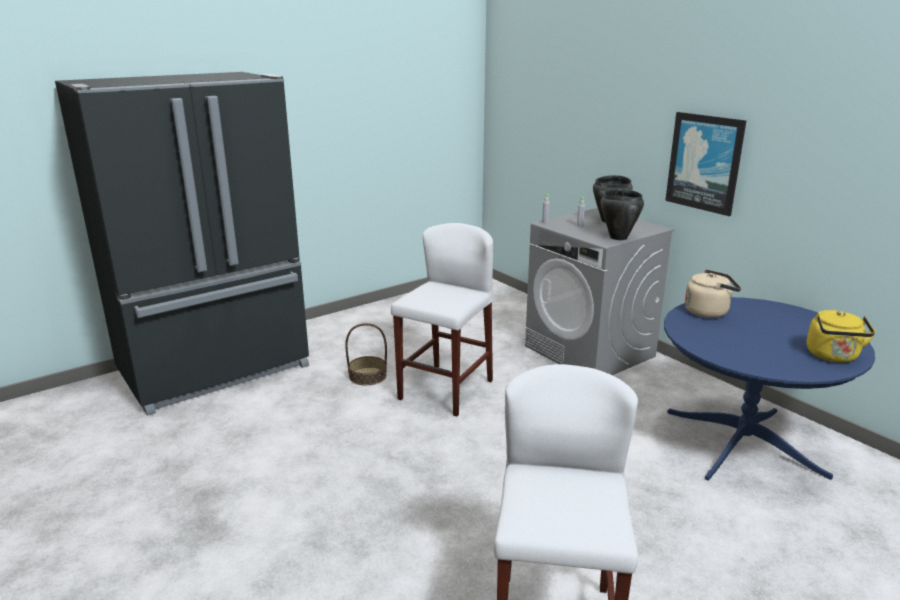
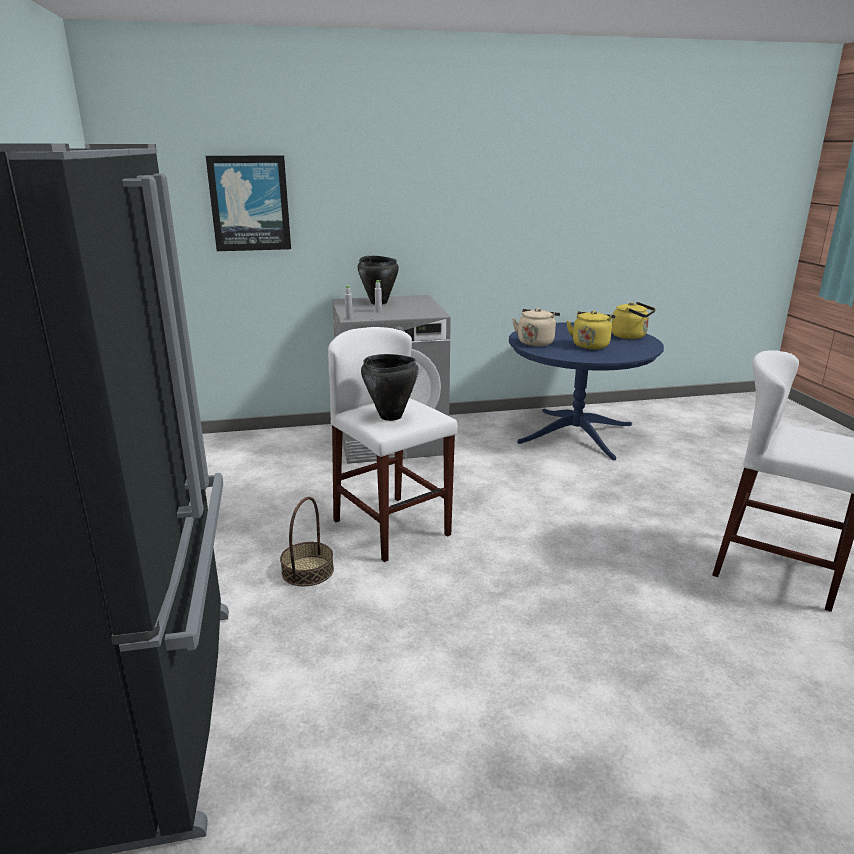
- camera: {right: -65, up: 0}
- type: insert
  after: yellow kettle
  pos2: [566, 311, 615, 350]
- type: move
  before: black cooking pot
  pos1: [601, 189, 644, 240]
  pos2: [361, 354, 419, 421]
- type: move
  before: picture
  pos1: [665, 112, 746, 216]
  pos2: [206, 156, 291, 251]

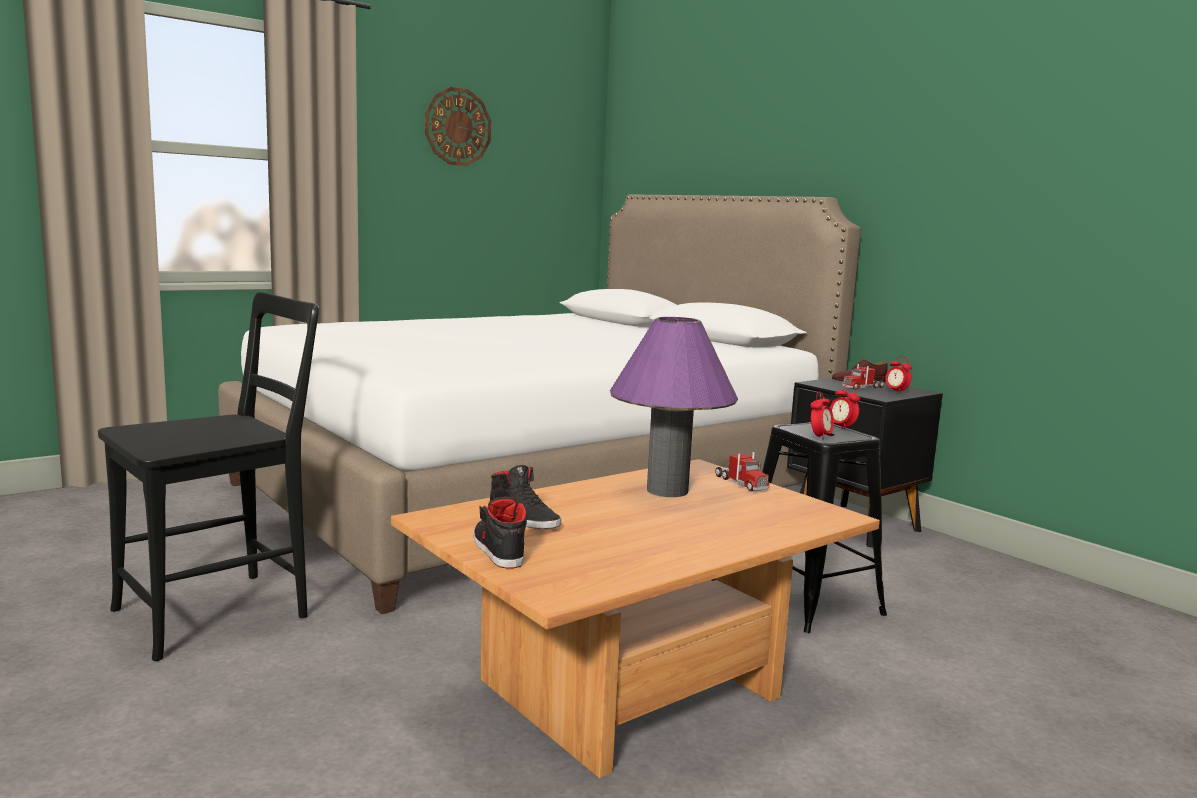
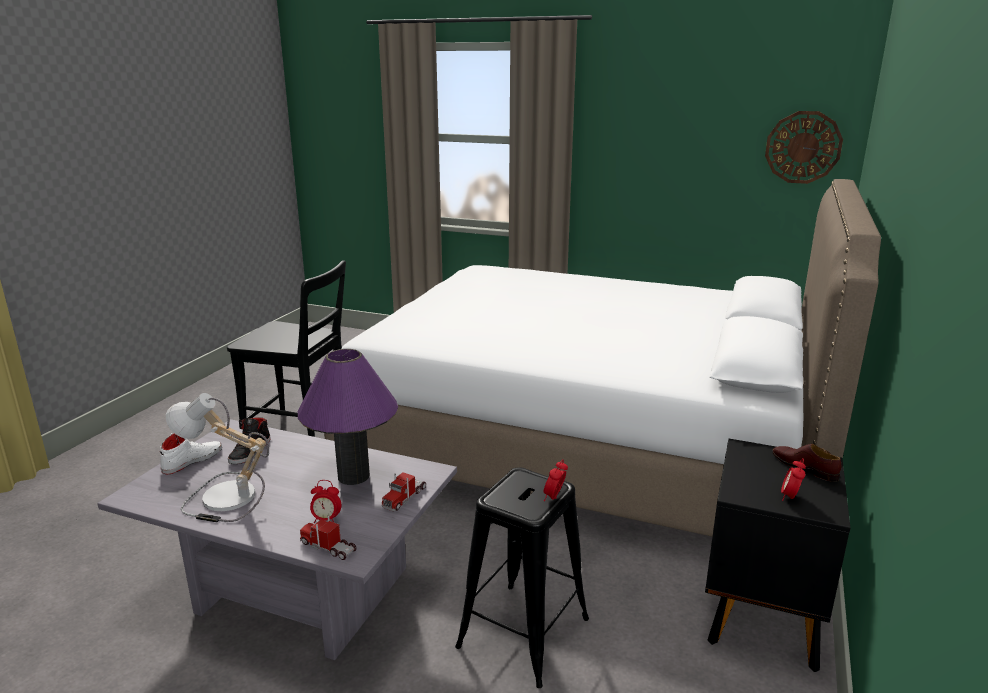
- camera: {right: 60, up: 10}
- type: insert
  after: table lamp
  pos2: [166, 393, 269, 522]
- type: move
  before: wall clock
  pos1: [425, 87, 491, 166]
  pos2: [765, 111, 843, 184]
- type: move
  before: alarm clock
  pos1: [810, 391, 834, 440]
  pos2: [310, 480, 341, 523]
- type: move
  before: toy truck
  pos1: [842, 364, 884, 390]
  pos2: [300, 516, 357, 560]
- type: recolor
  before: brown coffee table
  after: grey coffee table
  pos1: [391, 459, 880, 779]
  pos2: [97, 419, 457, 660]
- type: recolor
  before: black shoe
  after: white shoe
  pos1: [473, 497, 527, 569]
  pos2: [160, 433, 222, 474]

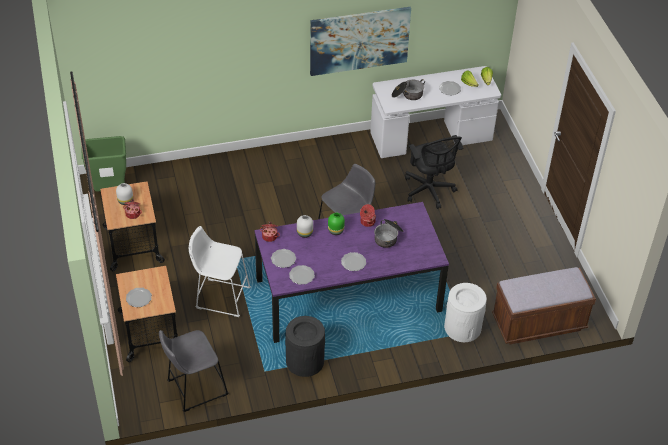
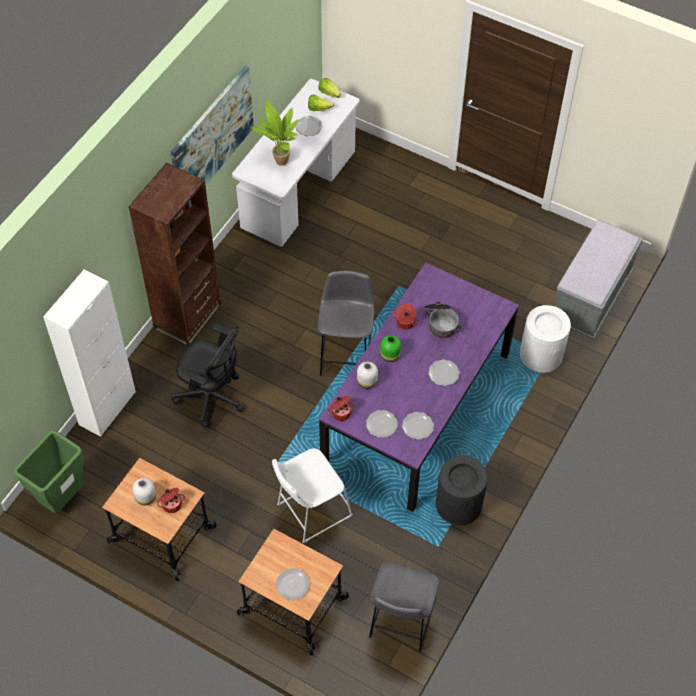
- camera: {right: -45, up: 10}
- type: insert
  after: white cabinet
  pos2: [43, 269, 136, 437]
- type: insert
  after: brown bookcase
  pos2: [129, 163, 221, 347]
- type: move
  before: black office chair
  pos1: [405, 135, 463, 209]
  pos2: [171, 323, 244, 428]
- type: replace
  before: cooking pot
  after: potted plant
  pos1: [392, 79, 425, 100]
  pos2: [251, 100, 298, 166]
- type: recolor
  before: brown bench
  after: grey bench
  pos1: [492, 267, 596, 344]
  pos2: [555, 220, 643, 339]

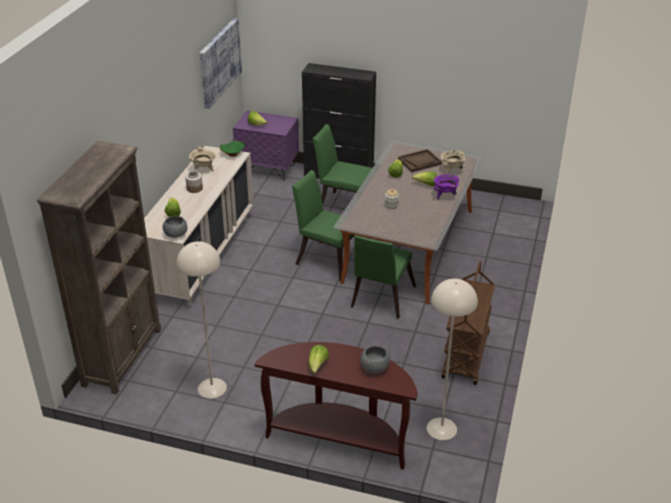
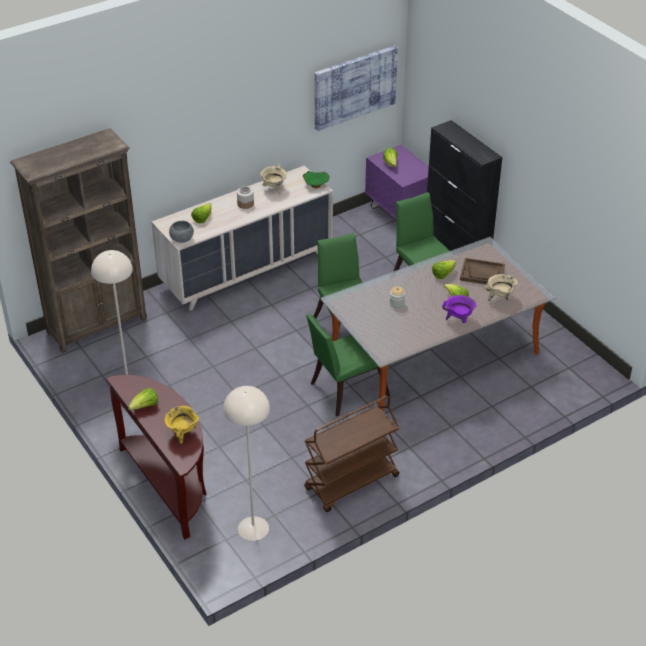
- camera: {right: 40, up: 5}
- type: replace
  before: grey bowl
  after: yellow cooking pot
  pos1: [360, 346, 390, 374]
  pos2: [165, 406, 199, 445]

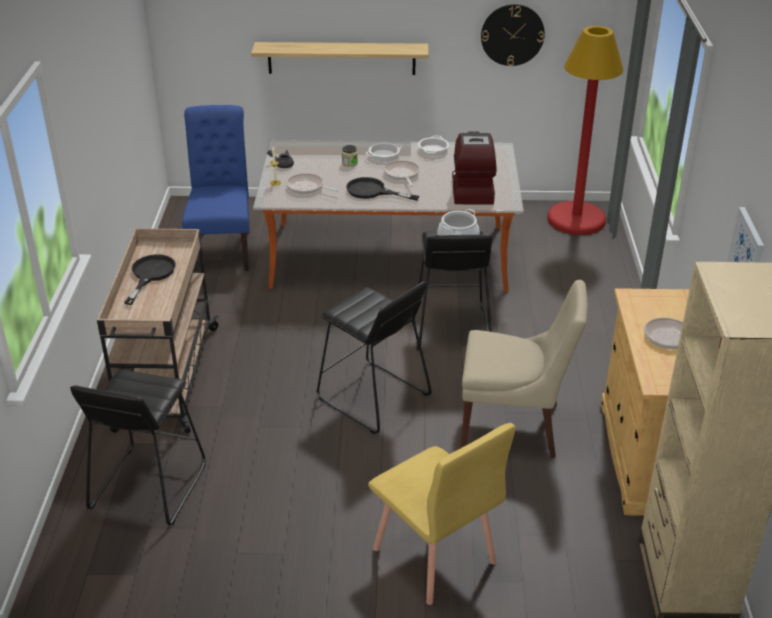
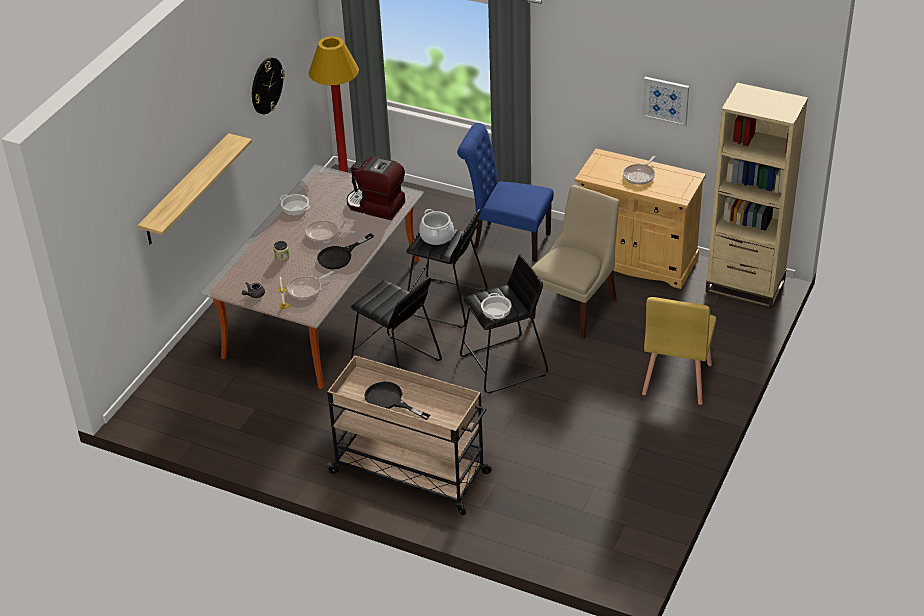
- camera: {right: -65, up: 5}
- type: move
  before: black stool
  pos1: [70, 369, 205, 525]
  pos2: [351, 277, 442, 368]
- type: move
  before: blue chair
  pos1: [182, 105, 250, 271]
  pos2: [457, 123, 554, 262]
- type: move
  before: cooking pot
  pos1: [365, 143, 402, 162]
  pos2: [481, 293, 512, 319]
- type: rotate
  before: yellow chair
  pos1: [368, 423, 515, 605]
  pos2: [642, 297, 716, 405]
  turn: 120

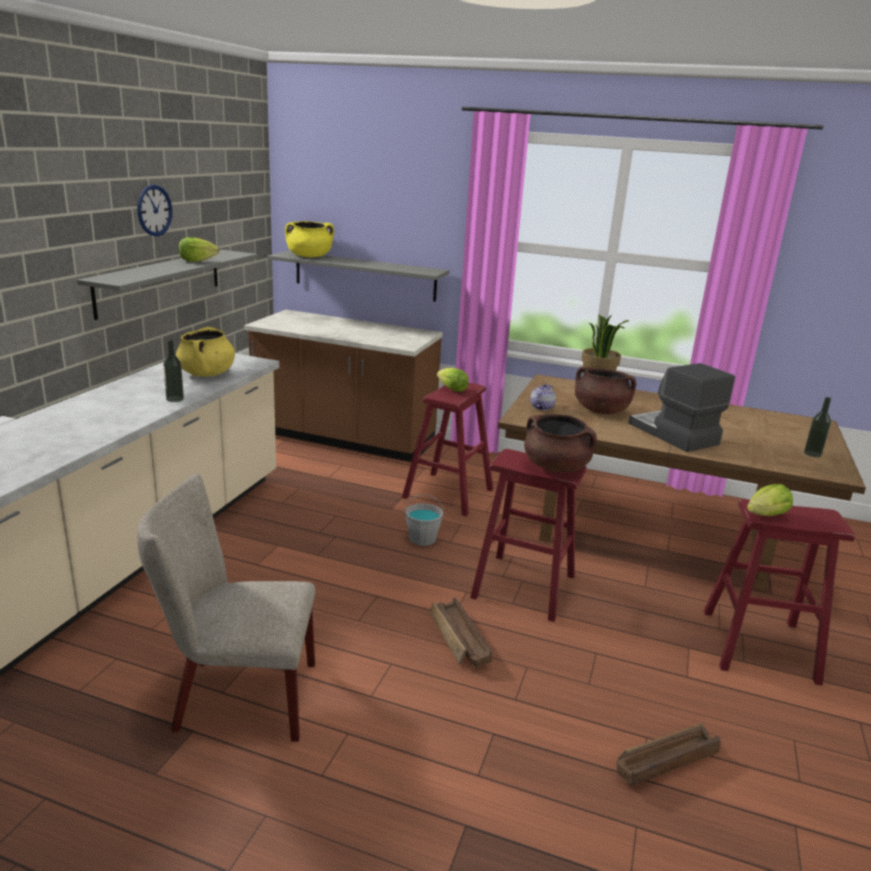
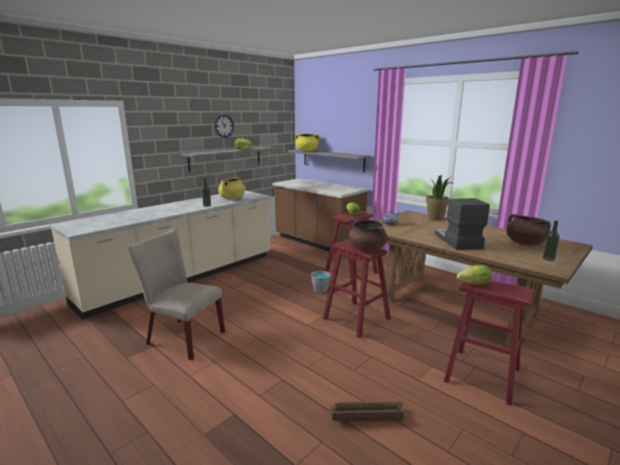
- camera: {right: 25, up: -5}
- type: delete
  before: crate
  pos1: [429, 597, 492, 667]
- type: move
  before: brown cooking pot
  pos1: [575, 367, 636, 414]
  pos2: [506, 214, 551, 246]

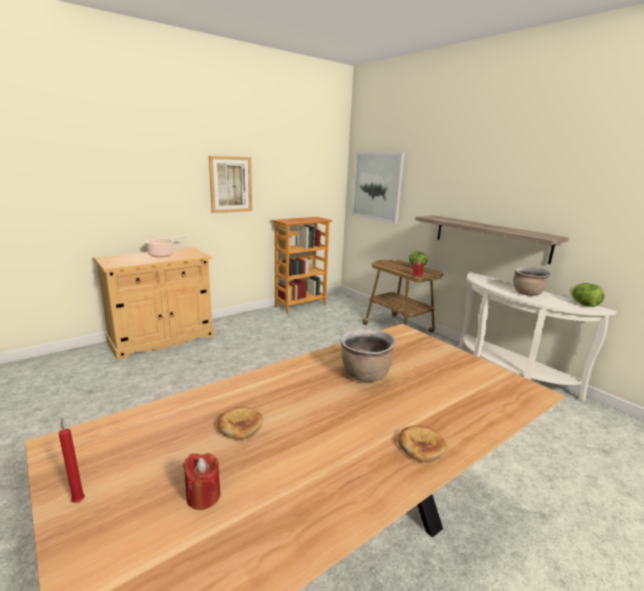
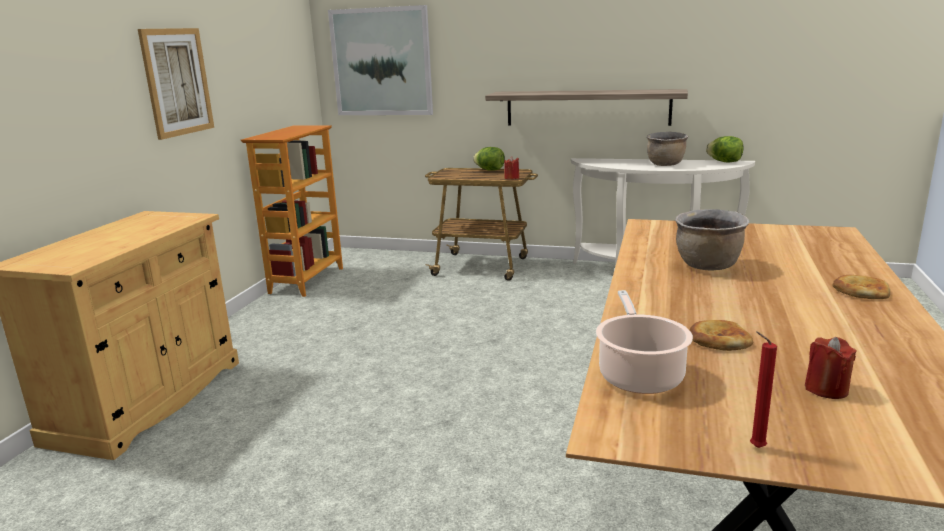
- camera: {right: -35, up: 0}
- type: move
  before: cooking pot
  pos1: [146, 236, 186, 257]
  pos2: [596, 290, 693, 394]

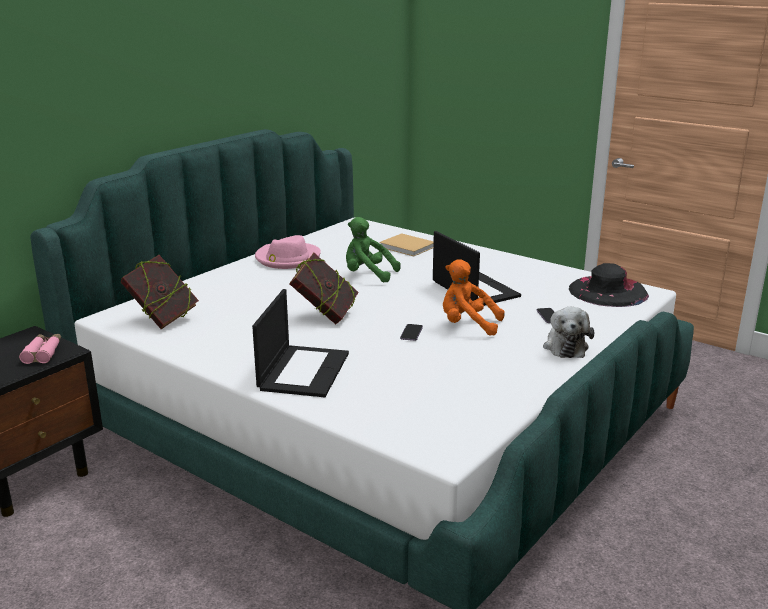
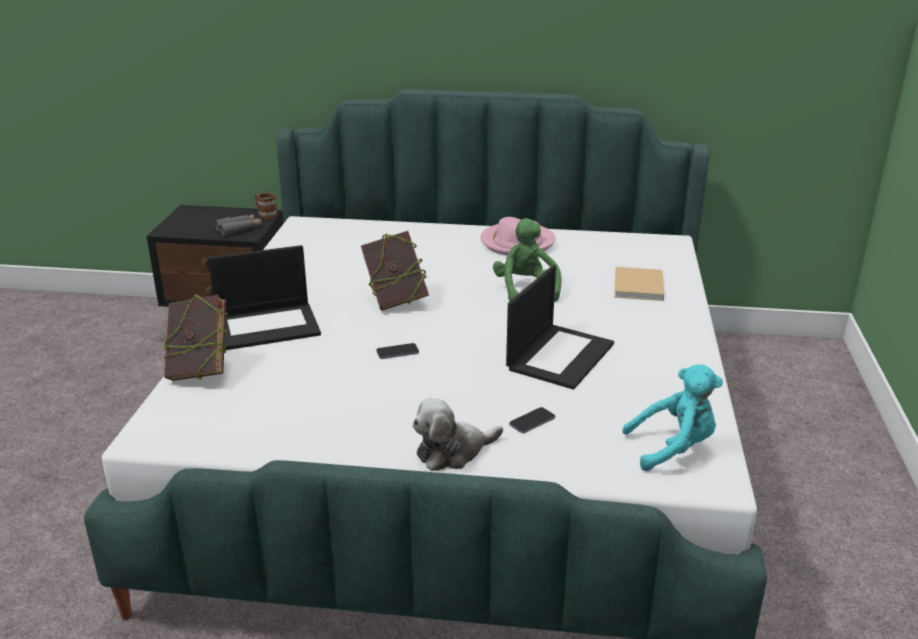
- camera: {right: 60, up: 5}
- type: delete
  before: orange plush toy
  pos1: [443, 259, 505, 336]
- type: insert
  after: mug
  pos2: [255, 193, 277, 219]
- type: move
  before: book
  pos1: [121, 255, 199, 329]
  pos2: [163, 294, 227, 381]
- type: replace
  before: black hat
  after: turquoise plush toy
  pos1: [569, 263, 649, 307]
  pos2: [622, 364, 723, 471]
- type: recolor
  before: pink binoculars
  after: grey binoculars
  pos1: [19, 334, 61, 364]
  pos2: [215, 214, 262, 236]

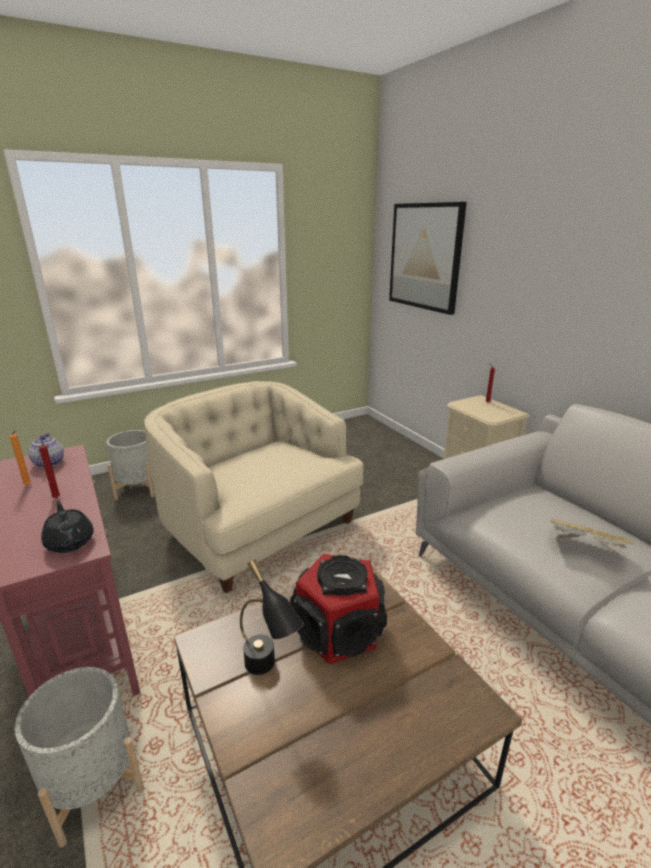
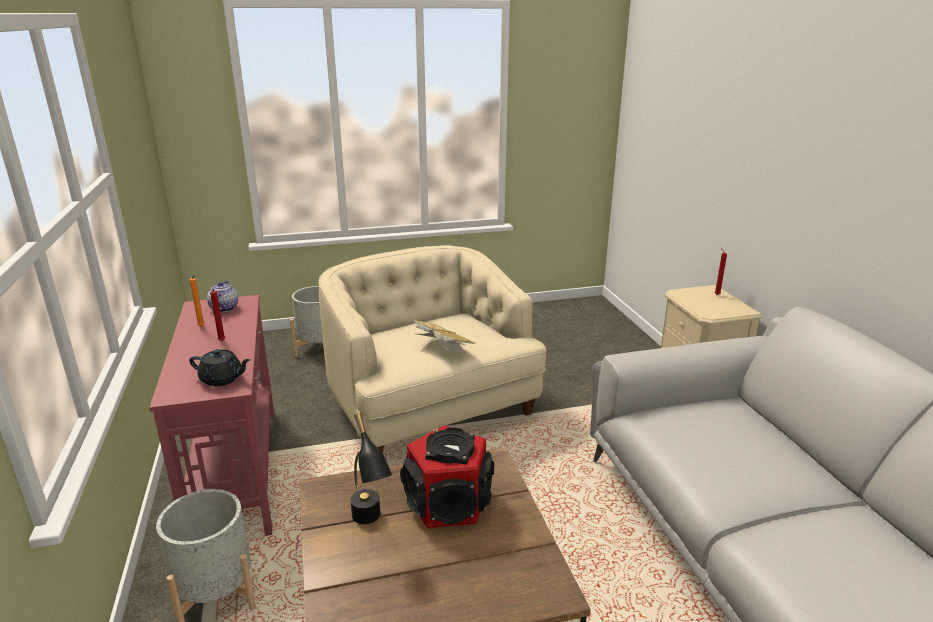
- camera: {right: 15, up: 0}
- type: delete
  before: picture
  pos1: [389, 202, 467, 315]
- type: move
  before: book
  pos1: [550, 519, 633, 557]
  pos2: [413, 320, 475, 354]
- type: rotate
  before: black teapot
  pos1: [41, 501, 94, 553]
  pos2: [189, 349, 251, 386]
  turn: 120

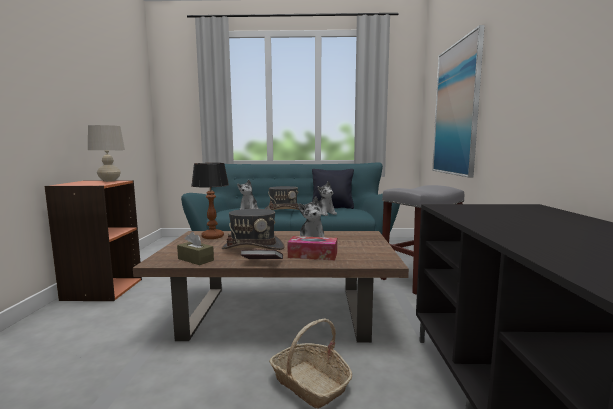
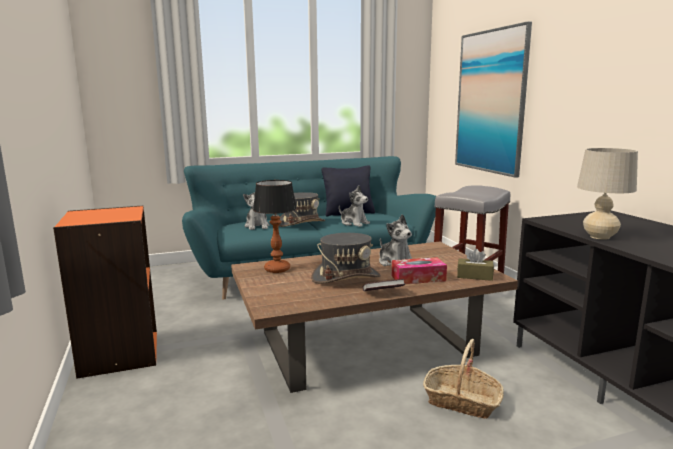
- camera: {right: -20, up: 5}
- type: move
  before: beige table lamp
  pos1: [88, 125, 125, 182]
  pos2: [577, 148, 638, 240]
- type: move
  before: brown tissue box
  pos1: [177, 232, 214, 265]
  pos2: [457, 249, 494, 281]

